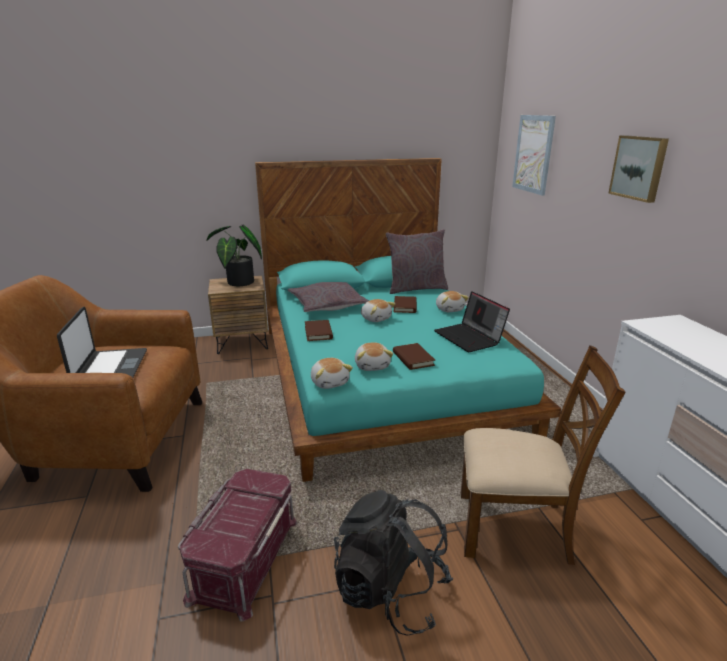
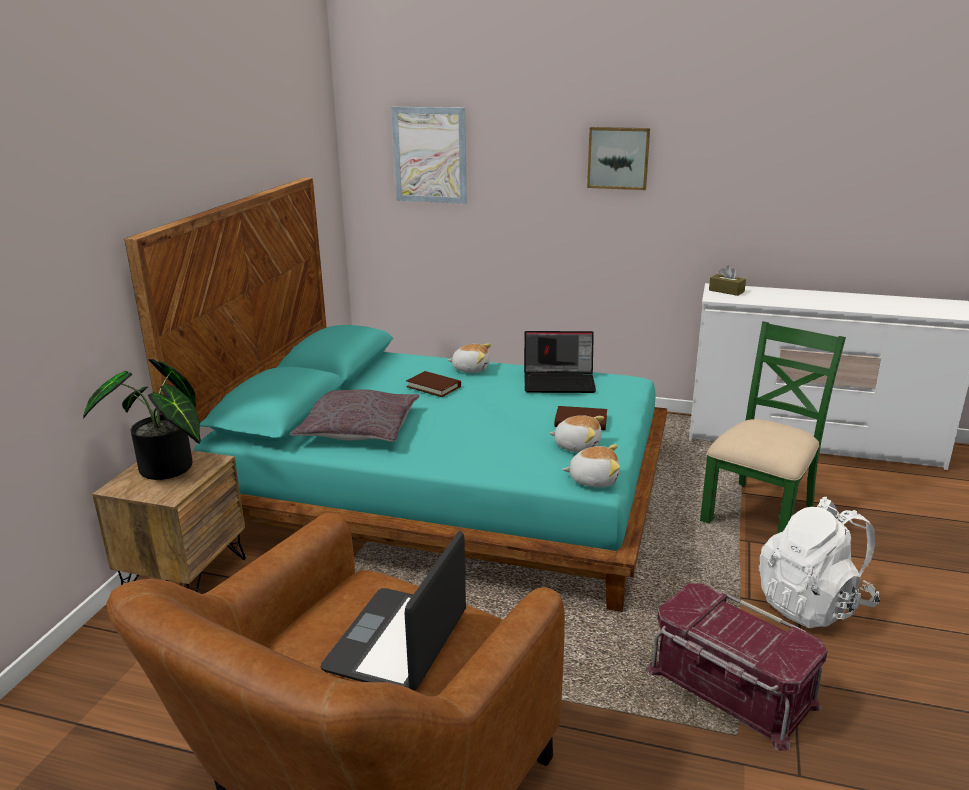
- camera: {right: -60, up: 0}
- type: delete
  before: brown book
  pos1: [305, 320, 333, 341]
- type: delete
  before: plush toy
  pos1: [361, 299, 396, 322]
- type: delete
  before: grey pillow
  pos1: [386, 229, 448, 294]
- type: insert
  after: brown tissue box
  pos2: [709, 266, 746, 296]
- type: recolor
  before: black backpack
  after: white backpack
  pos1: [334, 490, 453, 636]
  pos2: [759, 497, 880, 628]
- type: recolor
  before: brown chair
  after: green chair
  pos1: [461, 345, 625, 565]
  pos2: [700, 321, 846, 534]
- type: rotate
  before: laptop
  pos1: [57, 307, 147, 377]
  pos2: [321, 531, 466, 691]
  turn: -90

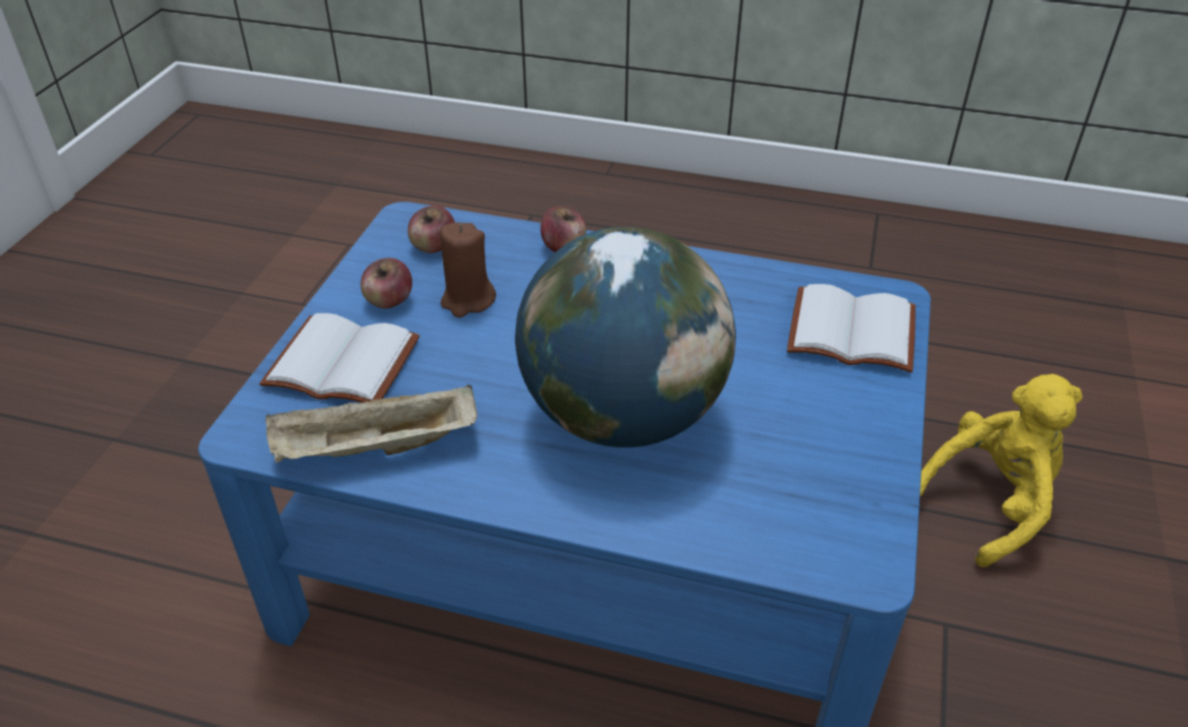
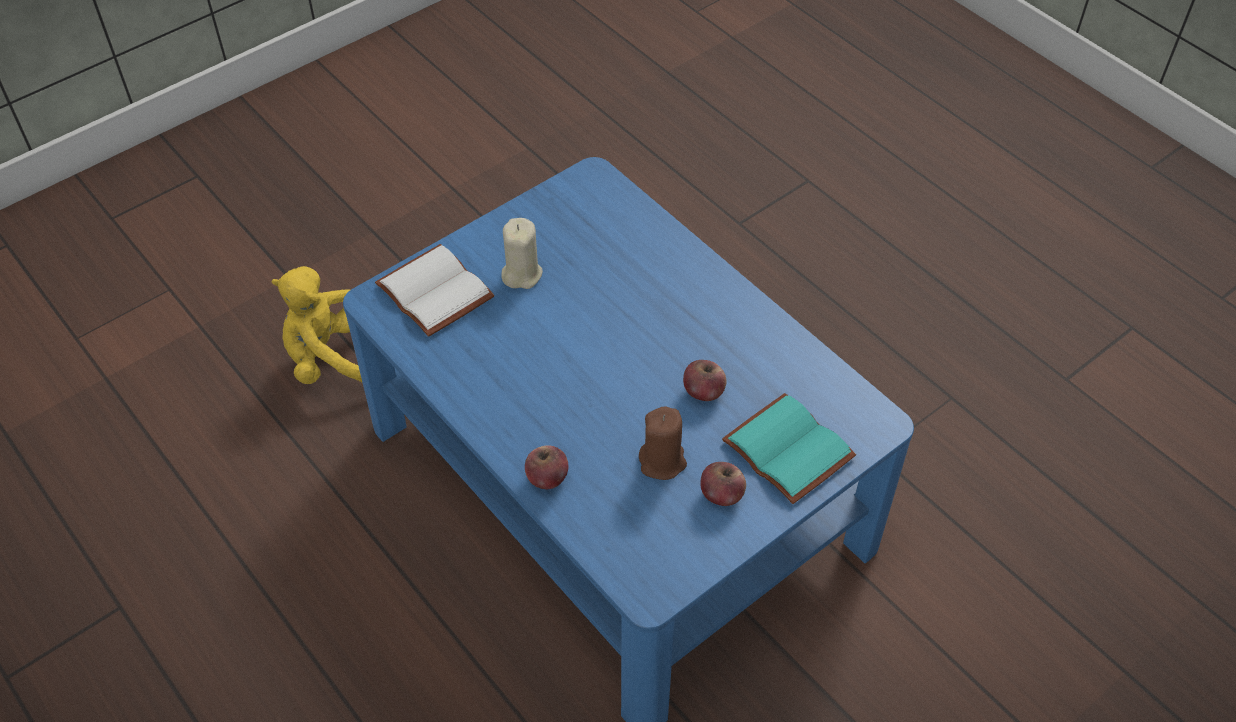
- camera: {right: -145, up: 10}
- type: delete
  before: beige tray
  pos1: [265, 383, 477, 463]
- type: delete
  before: globe
  pos1: [515, 227, 736, 448]
- type: insert
  after: beige candle
  pos2: [501, 218, 543, 289]
- type: move
  before: apple
  pos1: [408, 206, 455, 253]
  pos2: [683, 360, 727, 401]
- type: recolor
  before: white book
  after: turquoise book
  pos1: [259, 313, 420, 403]
  pos2: [722, 393, 856, 504]

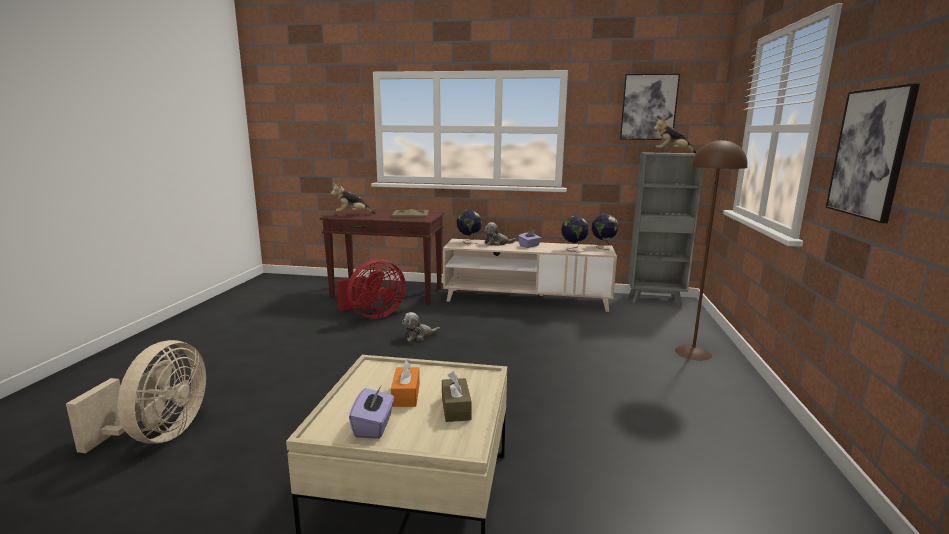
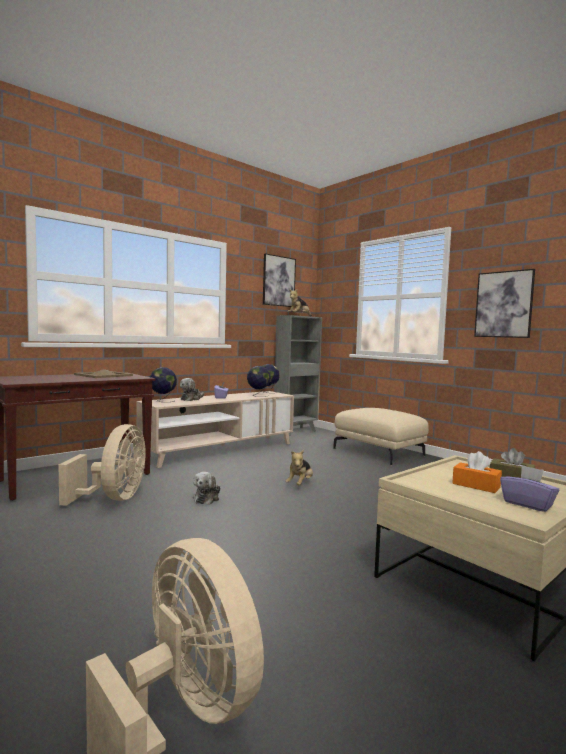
- camera: {right: -50, up: -10}
- type: move
  before: plush toy
  pos1: [330, 183, 376, 214]
  pos2: [285, 450, 313, 485]
- type: replace
  before: brown floor lamp
  after: beige ottoman
  pos1: [675, 139, 748, 360]
  pos2: [333, 408, 429, 465]
- type: recolor
  before: red fan
  after: beige fan
  pos1: [337, 259, 406, 319]
  pos2: [59, 424, 146, 506]

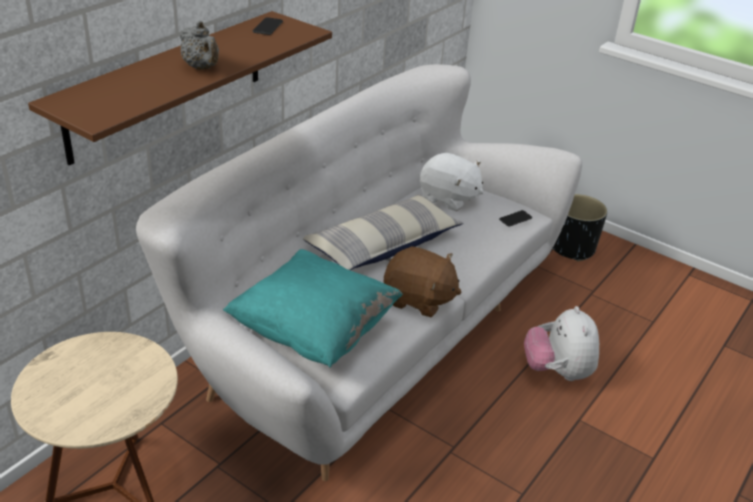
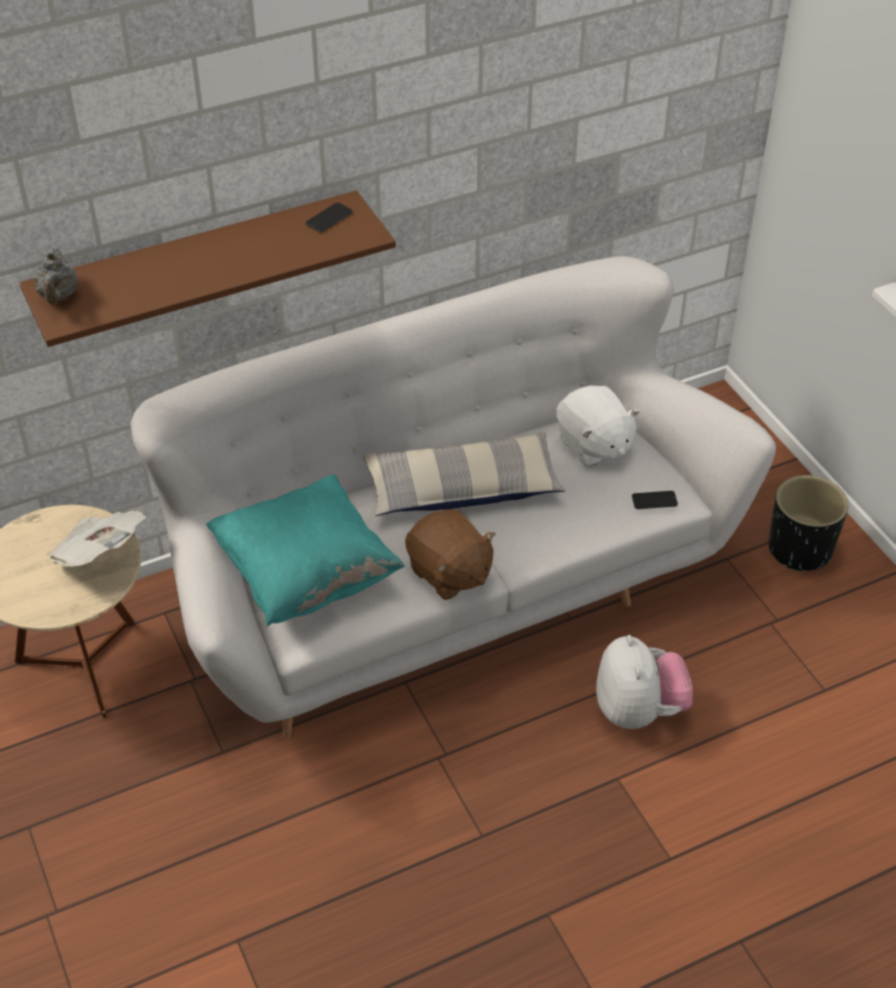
- camera: {right: 30, up: 10}
- type: insert
  after: newspaper
  pos2: [46, 510, 146, 567]
- type: move
  before: grey teapot
  pos1: [180, 21, 219, 70]
  pos2: [34, 248, 78, 305]
- type: rotate
  before: plush toy
  pos1: [524, 306, 599, 381]
  pos2: [596, 635, 693, 729]
  turn: 150

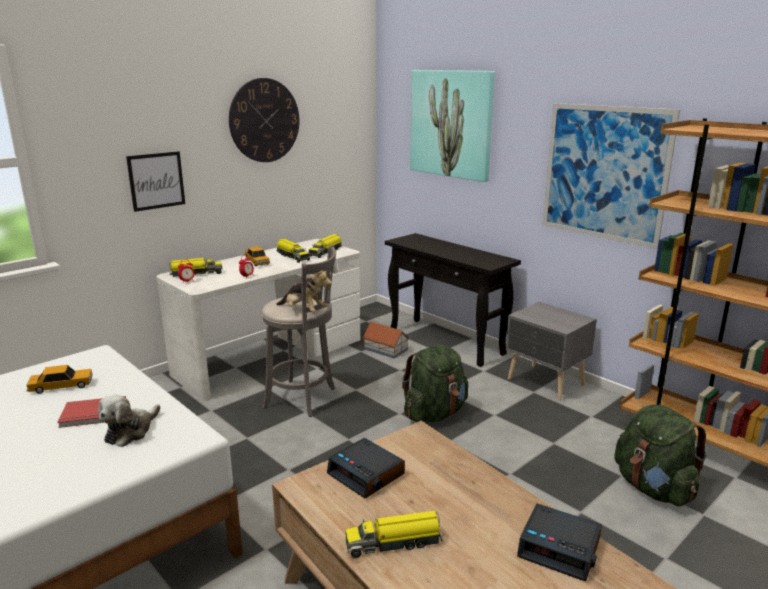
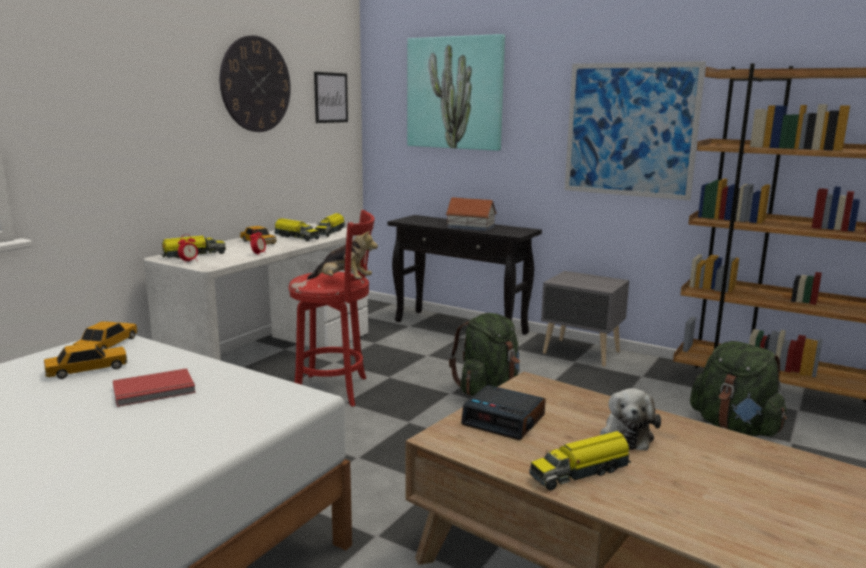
- camera: {right: -15, up: -5}
- type: delete
  before: alarm clock
  pos1: [517, 503, 602, 581]
- type: insert
  after: toy car
  pos2: [73, 321, 138, 350]
- type: move
  before: plush toy
  pos1: [98, 395, 160, 447]
  pos2: [600, 388, 661, 451]
- type: move
  before: picture
  pos1: [126, 151, 185, 212]
  pos2: [314, 72, 348, 123]
- type: move
  before: toy house
  pos1: [362, 322, 410, 358]
  pos2: [446, 197, 497, 231]
- type: recolor
  before: grey stool
  after: red stool
  pos1: [262, 245, 336, 417]
  pos2: [288, 210, 375, 407]

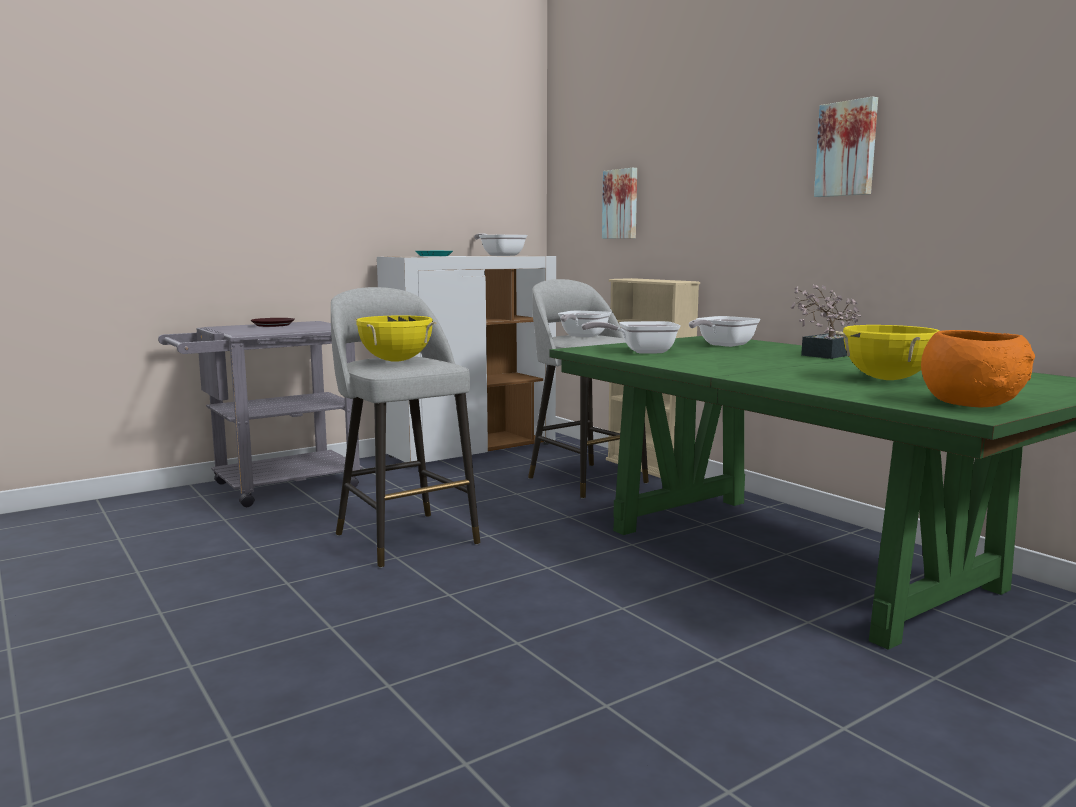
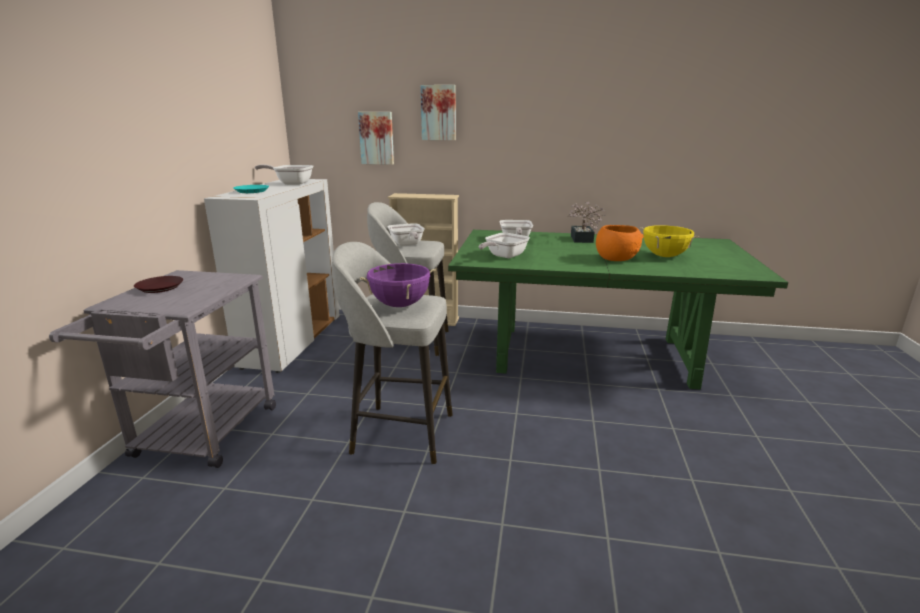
- camera: {right: -45, up: 10}
- type: move
  before: picture
  pos1: [814, 97, 878, 197]
  pos2: [421, 85, 456, 140]
- type: move
  before: orange bowl
  pos1: [921, 330, 1035, 407]
  pos2: [596, 225, 644, 261]
- type: recolor
  before: yellow cooking pot
  after: purple cooking pot
  pos1: [355, 315, 436, 362]
  pos2: [360, 263, 436, 307]

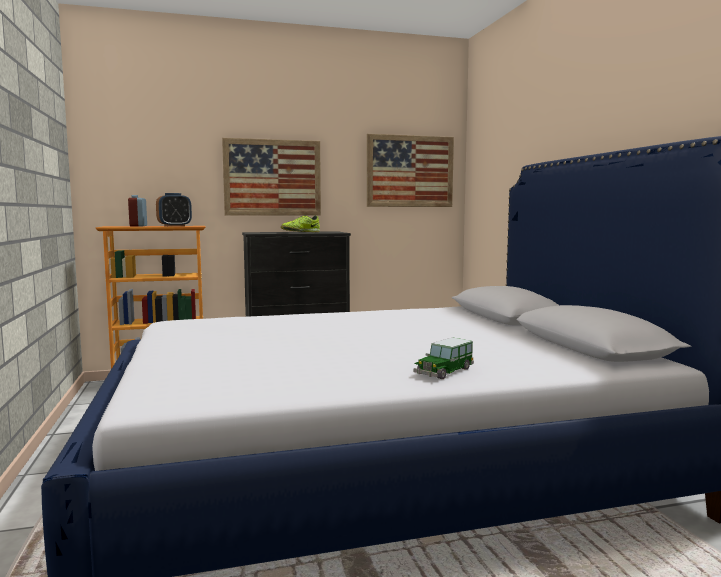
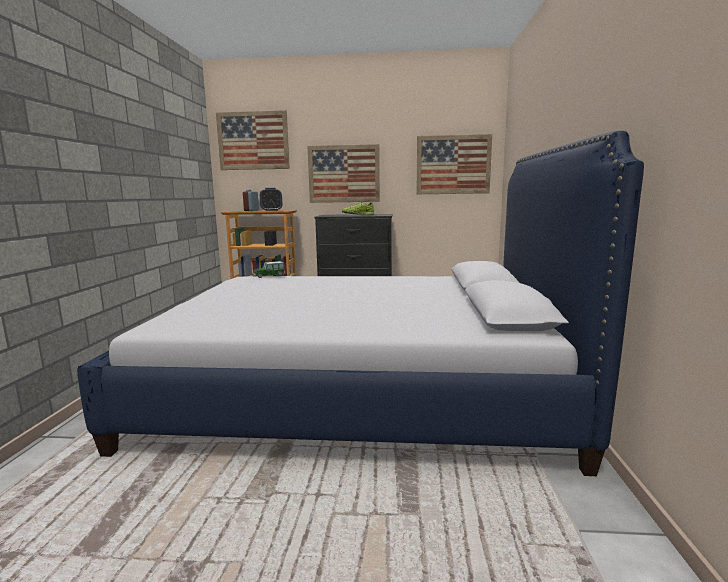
- camera: {right: 20, up: 5}
- type: insert
  after: picture
  pos2: [216, 110, 290, 170]
- type: move
  before: toy car
  pos1: [414, 337, 474, 379]
  pos2: [252, 261, 285, 278]

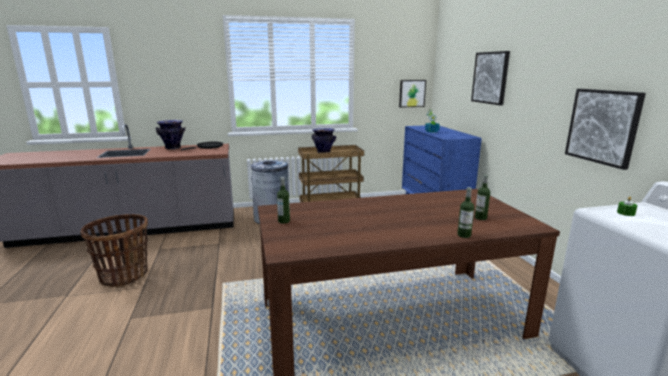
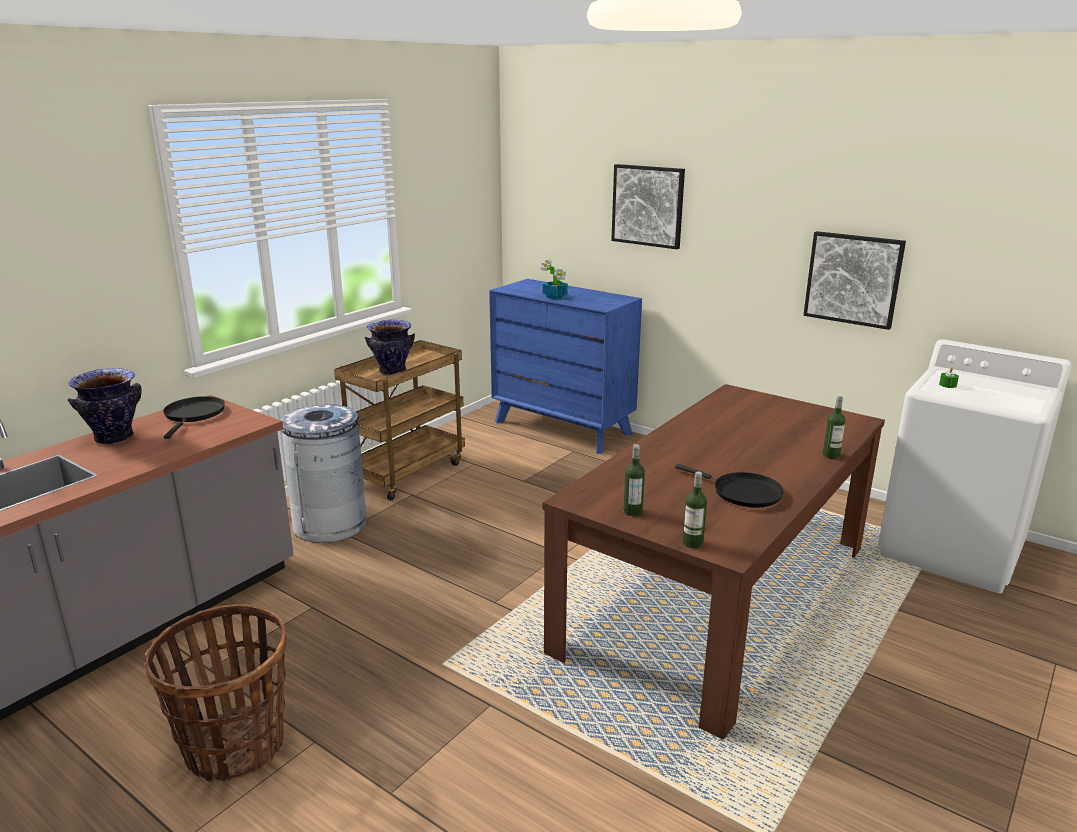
- camera: {right: -40, up: 5}
- type: delete
  before: picture
  pos1: [399, 80, 426, 108]
- type: insert
  after: black frying pan
  pos2: [675, 464, 784, 508]
- type: move
  before: bottle
  pos1: [475, 174, 490, 220]
  pos2: [683, 472, 707, 548]

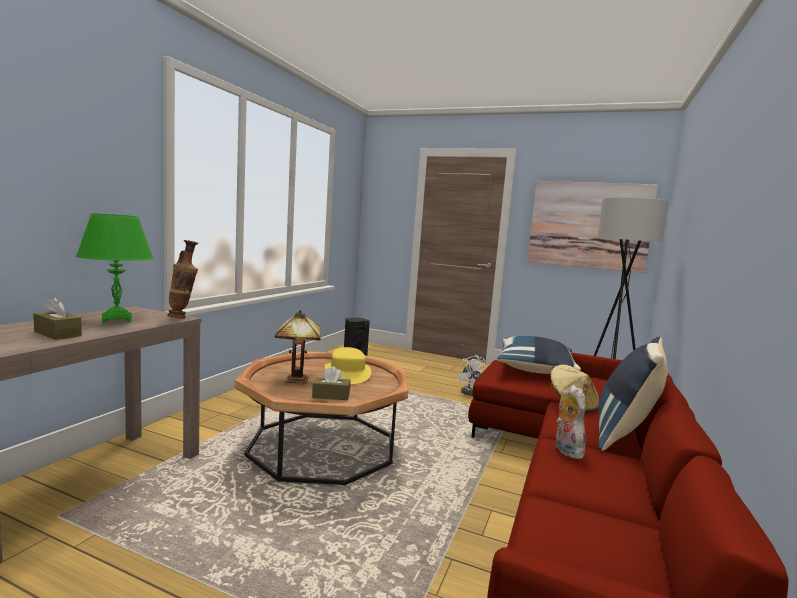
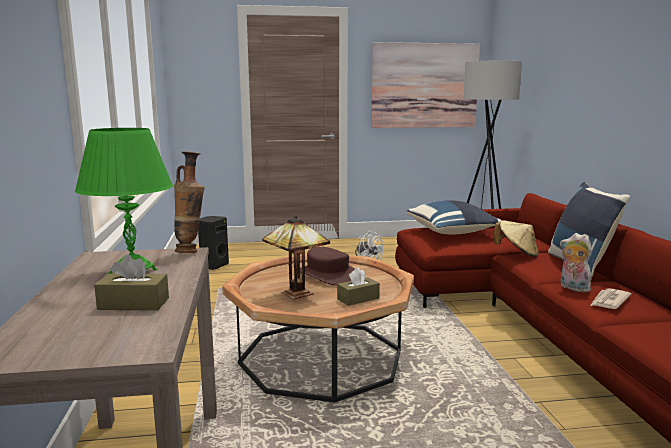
- camera: {right: -30, up: 5}
- type: insert
  after: newspaper
  pos2: [590, 288, 631, 309]
- type: recolor
  before: yellow hat
  after: brown hat
  pos1: [325, 347, 371, 385]
  pos2: [300, 247, 355, 286]

